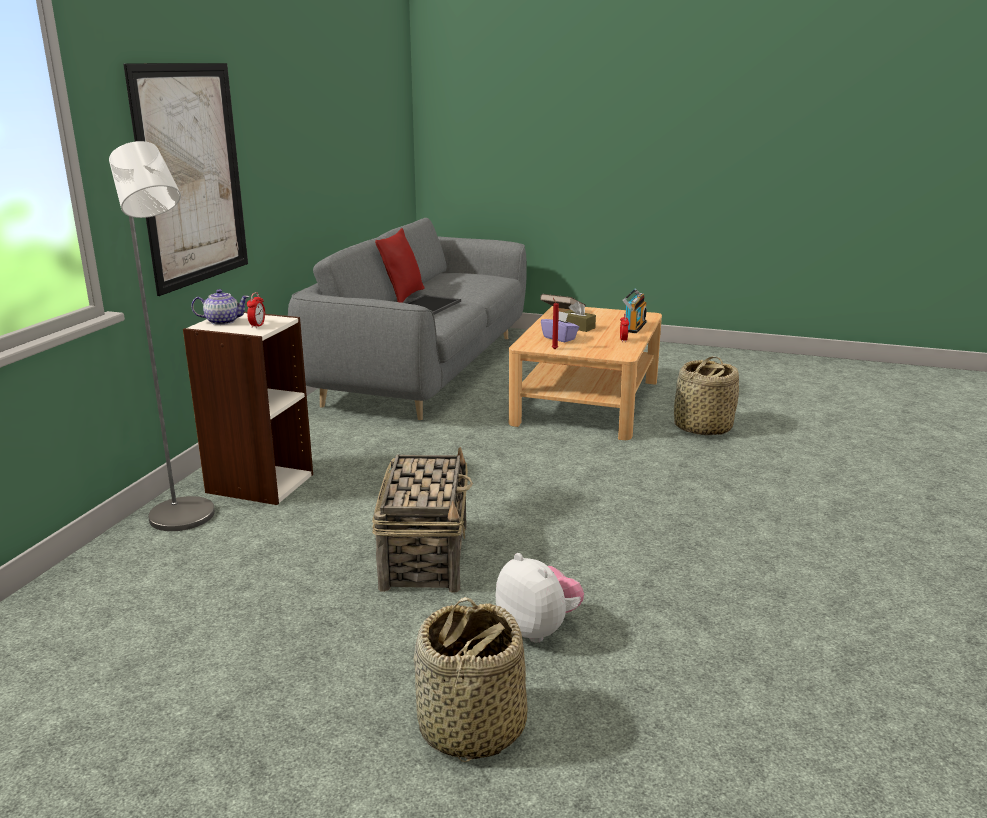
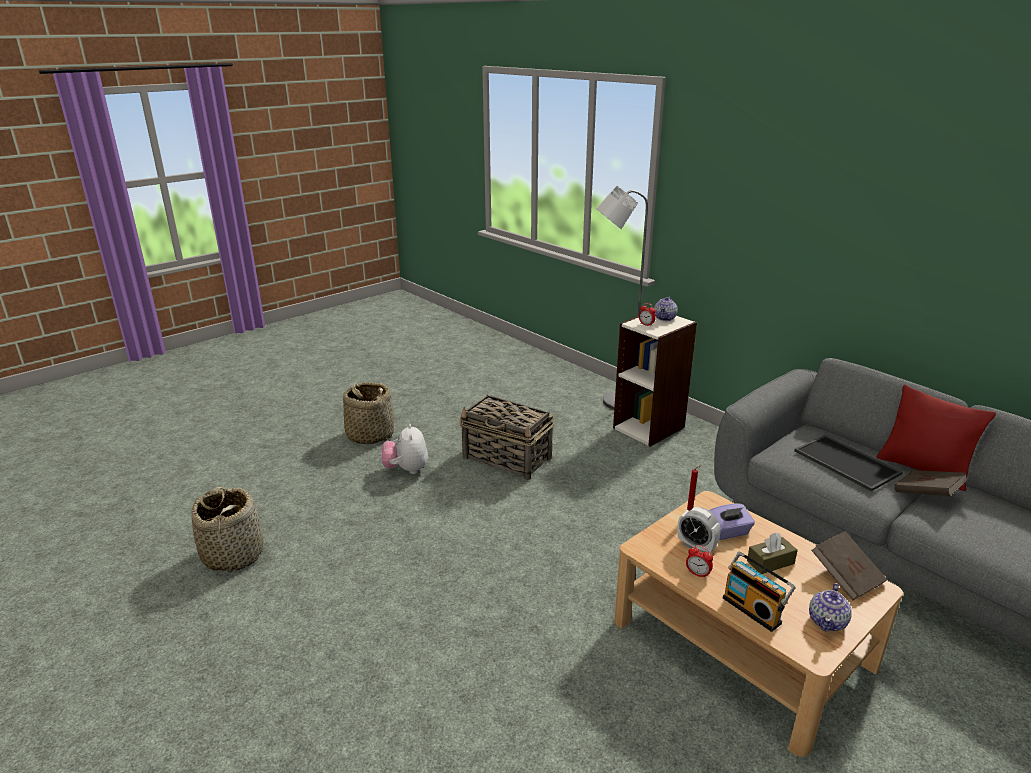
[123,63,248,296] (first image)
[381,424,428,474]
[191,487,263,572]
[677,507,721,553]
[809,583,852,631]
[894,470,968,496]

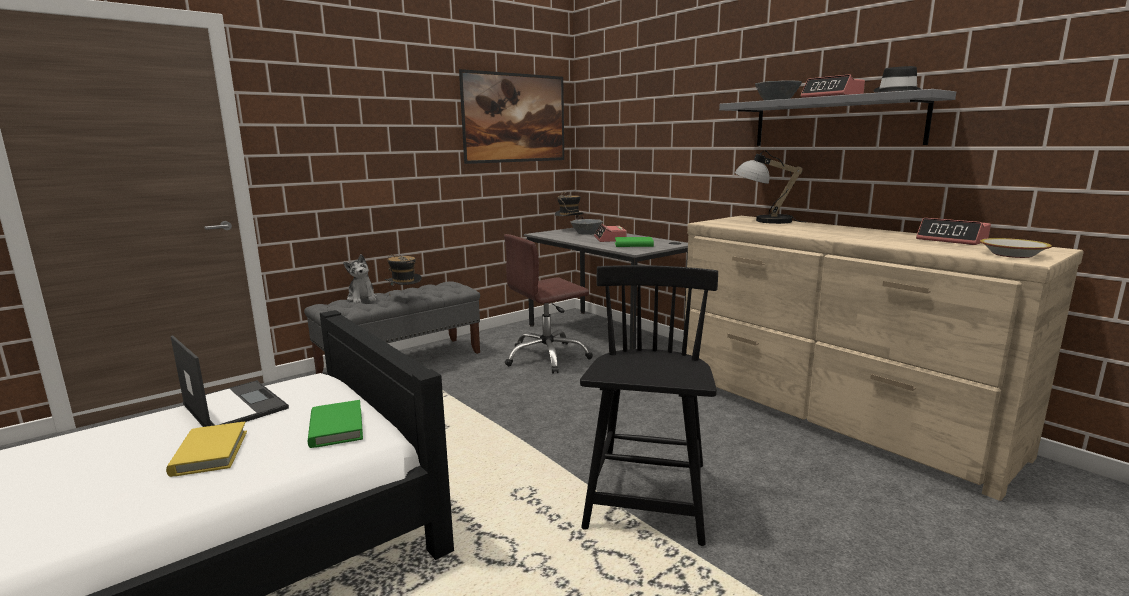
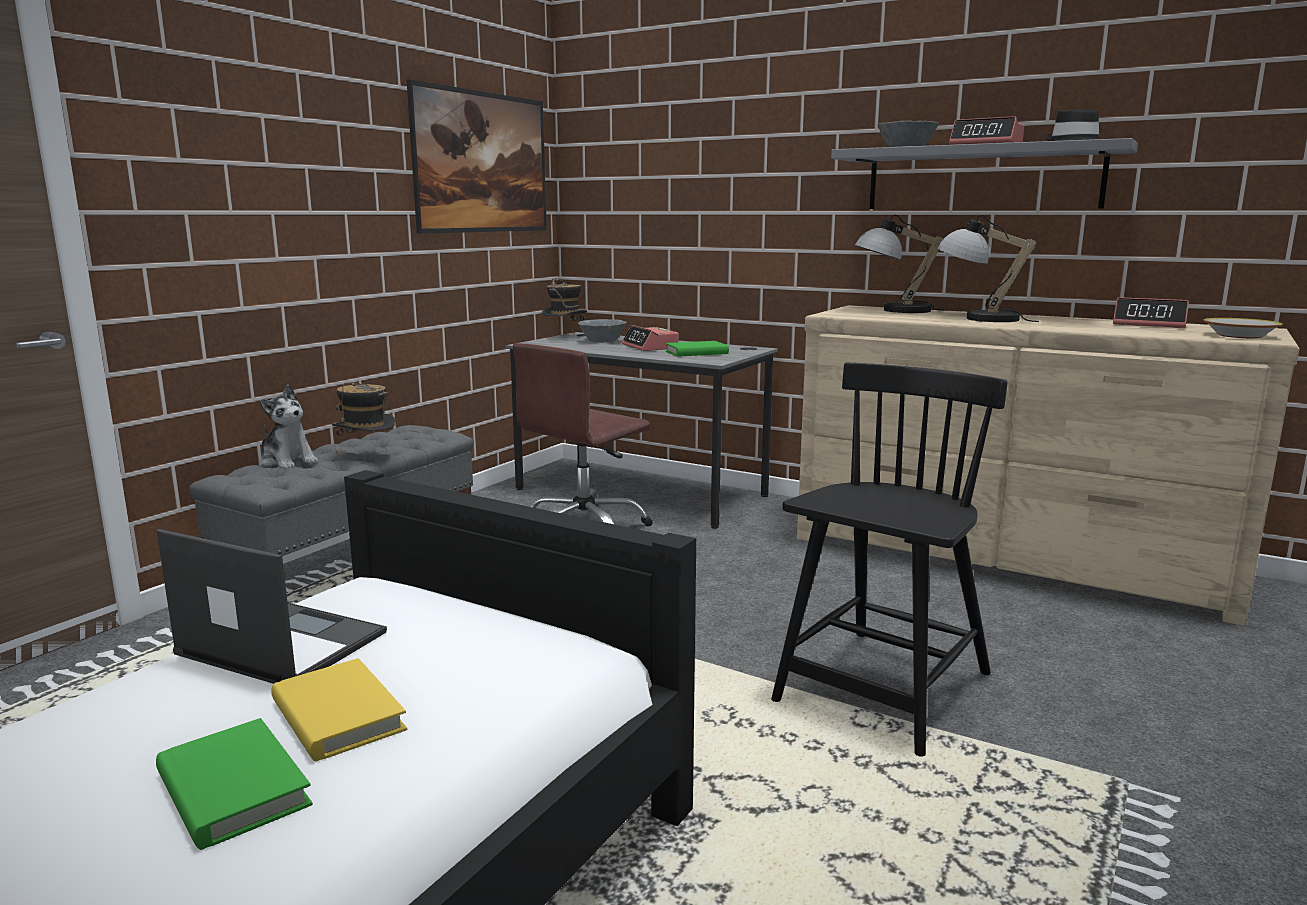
[156,718,313,850]
[771,362,1007,757]
[938,215,1039,322]

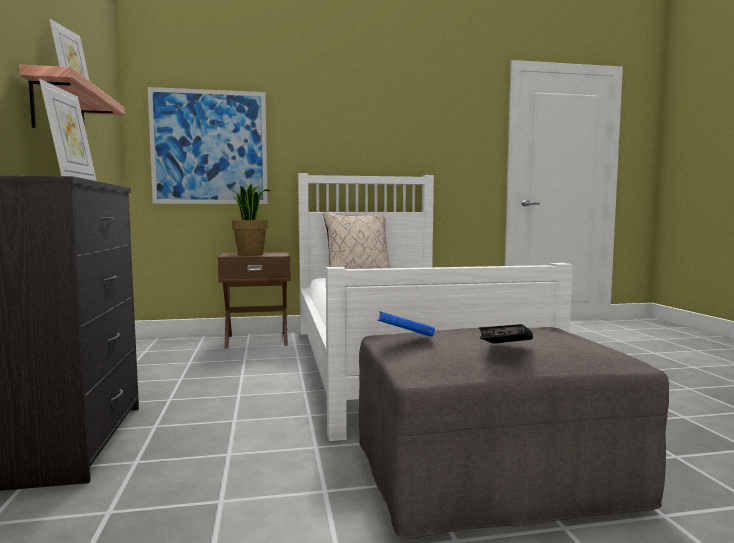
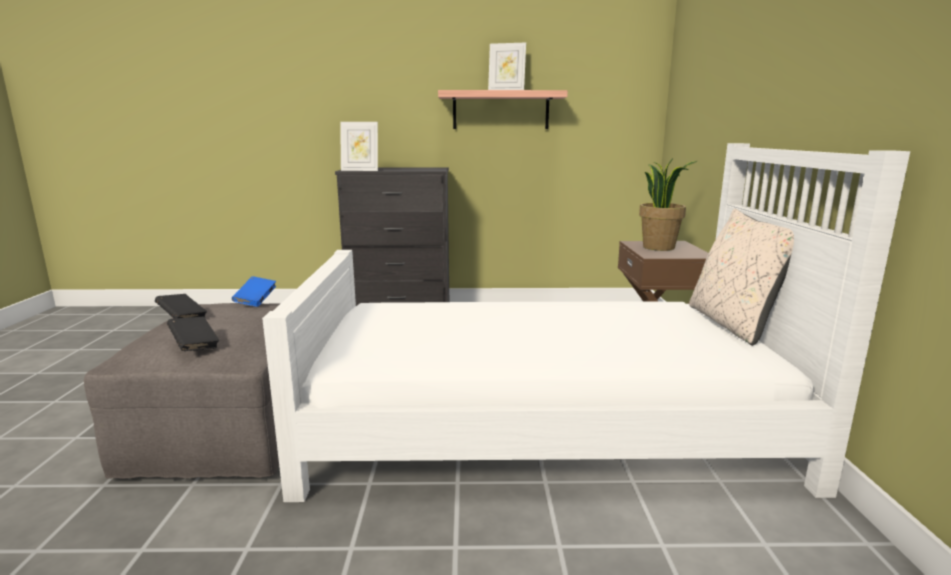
[148,87,268,204] (first image)
[167,317,219,351]

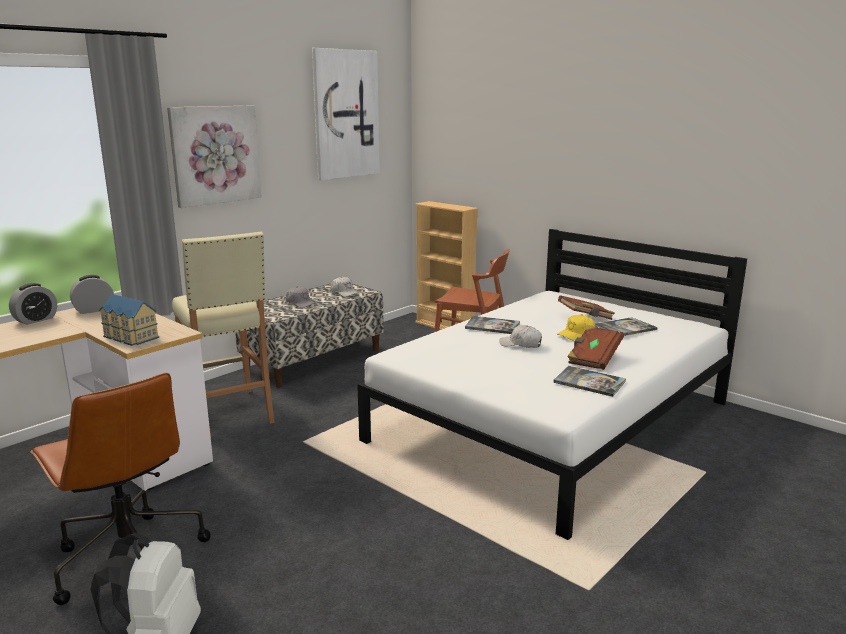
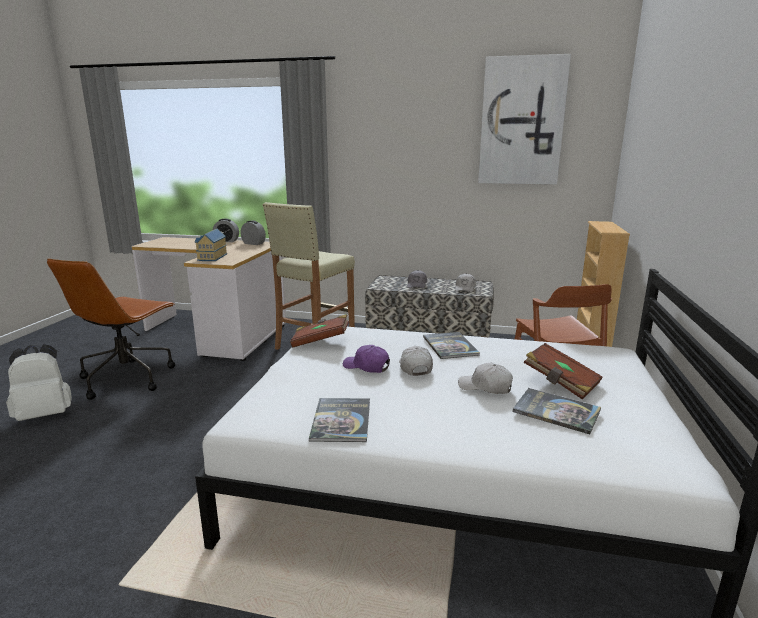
[167,106,262,208] (first image)
[458,363,513,394]
[290,314,349,348]
[343,345,390,373]

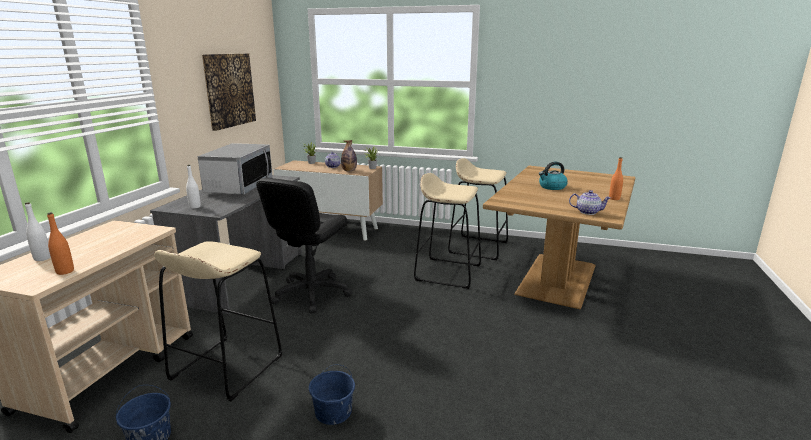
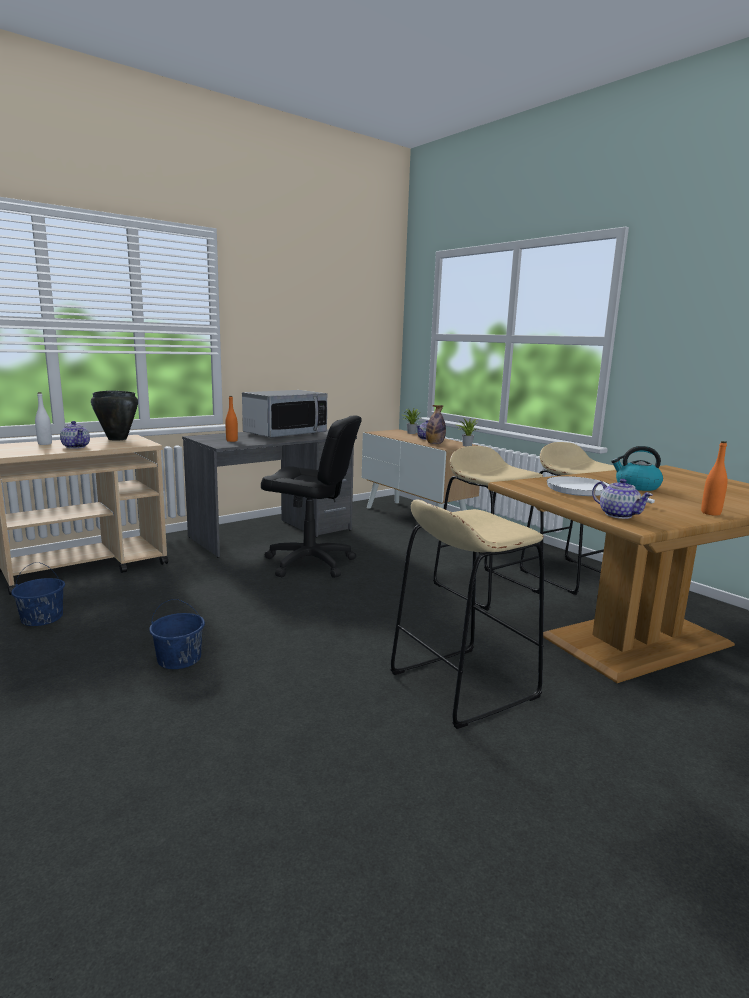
[225,396,238,442]
[391,499,544,729]
[186,165,201,209] (first image)
[202,53,256,131] (first image)
[261,415,362,578]
[60,421,90,449]
[91,390,138,441]
[547,476,655,503]

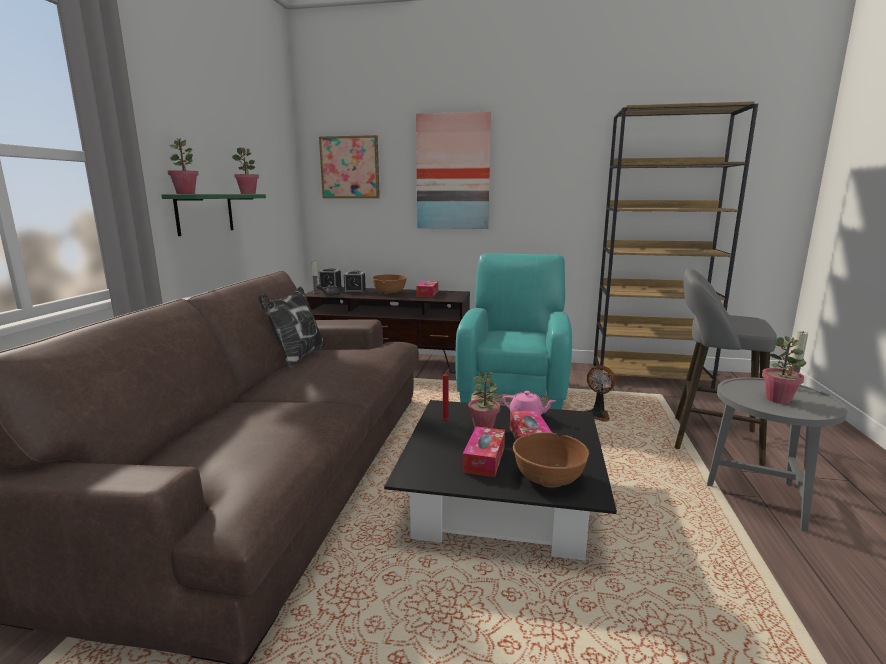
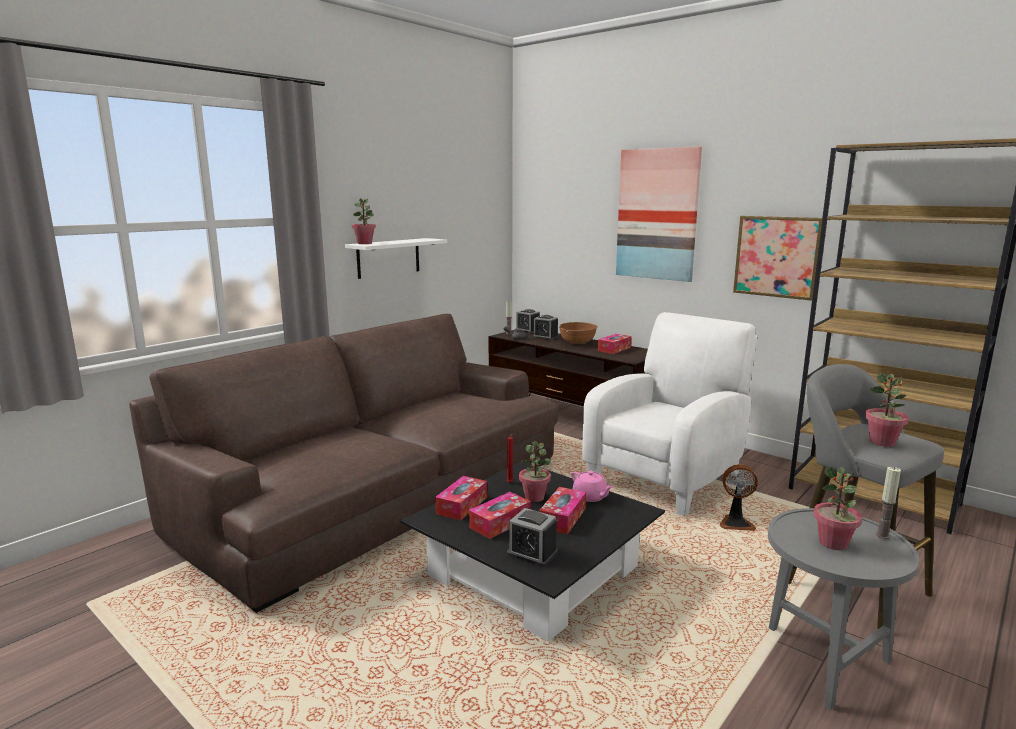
[345,238,447,279]
[865,373,909,447]
[258,286,325,369] (first image)
[733,216,822,301]
[582,312,757,516]
[507,508,558,567]
[720,464,758,531]
[435,476,487,521]

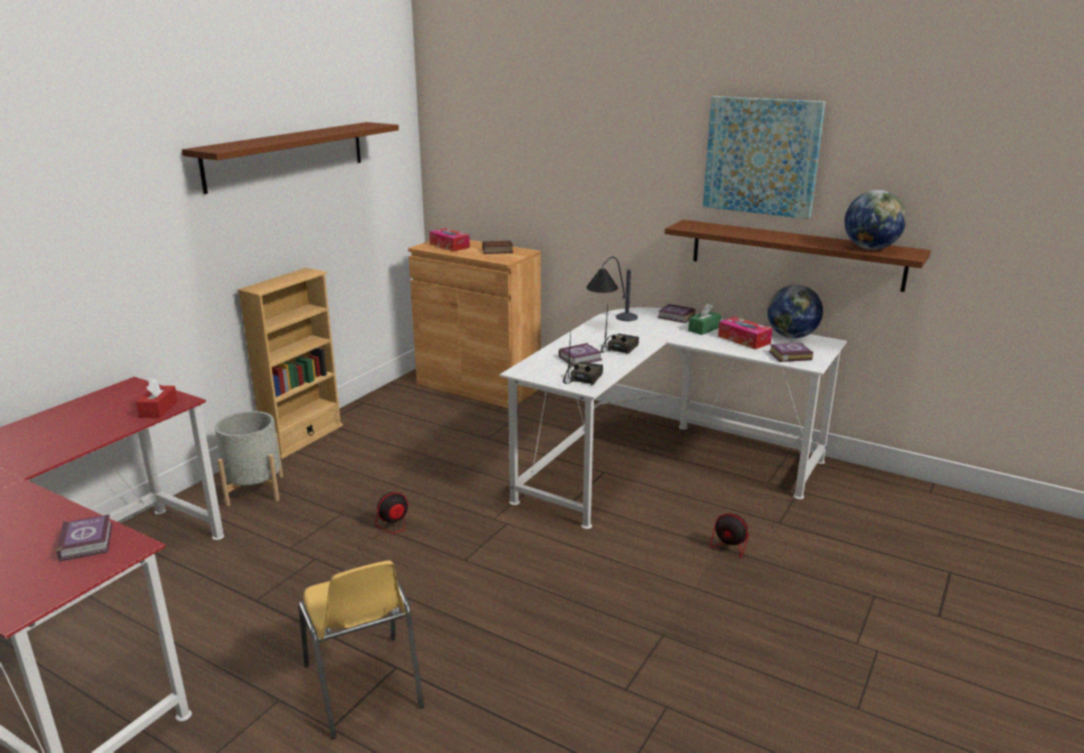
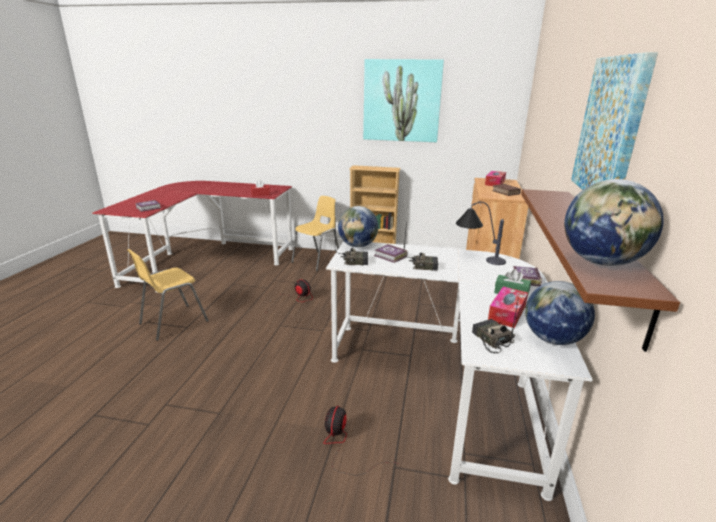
[363,59,444,142]
[291,196,339,271]
[472,298,519,354]
[338,206,378,247]

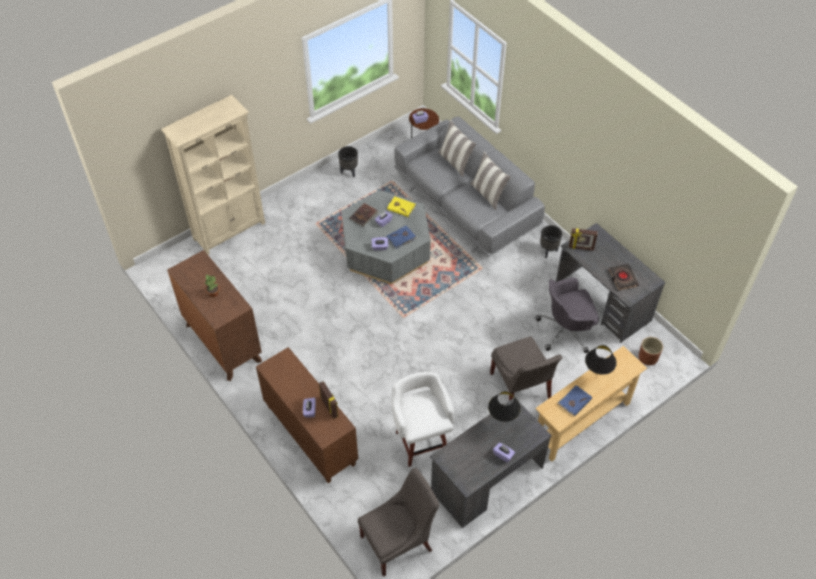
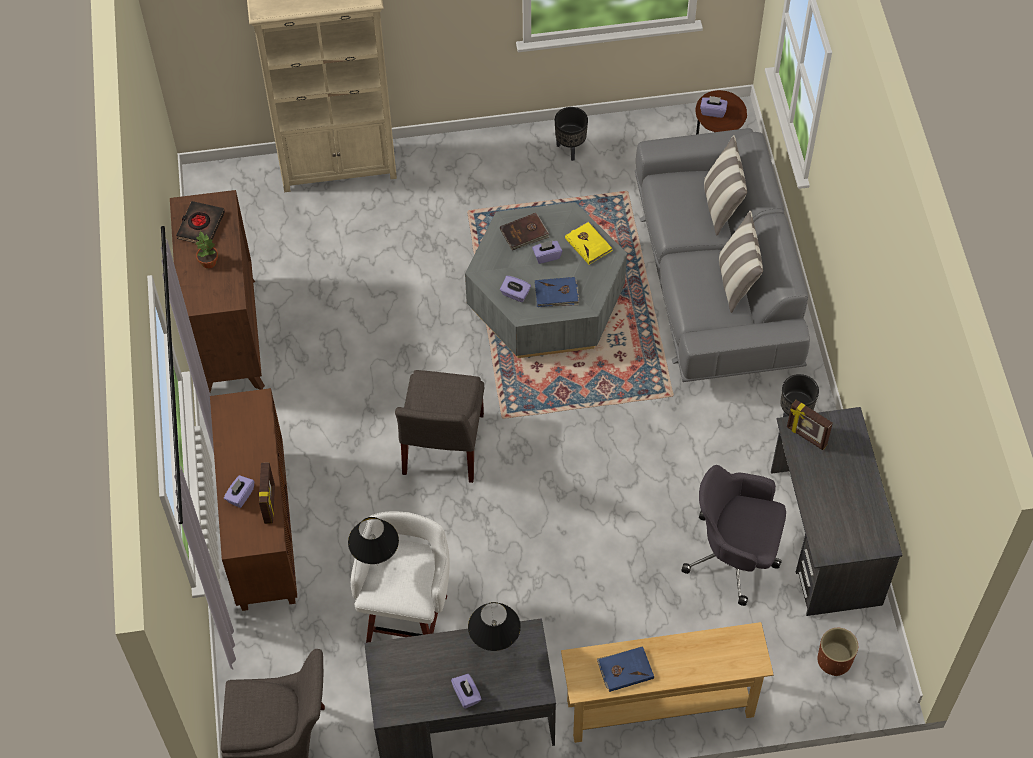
[395,370,484,483]
[348,517,399,564]
[176,201,225,243]

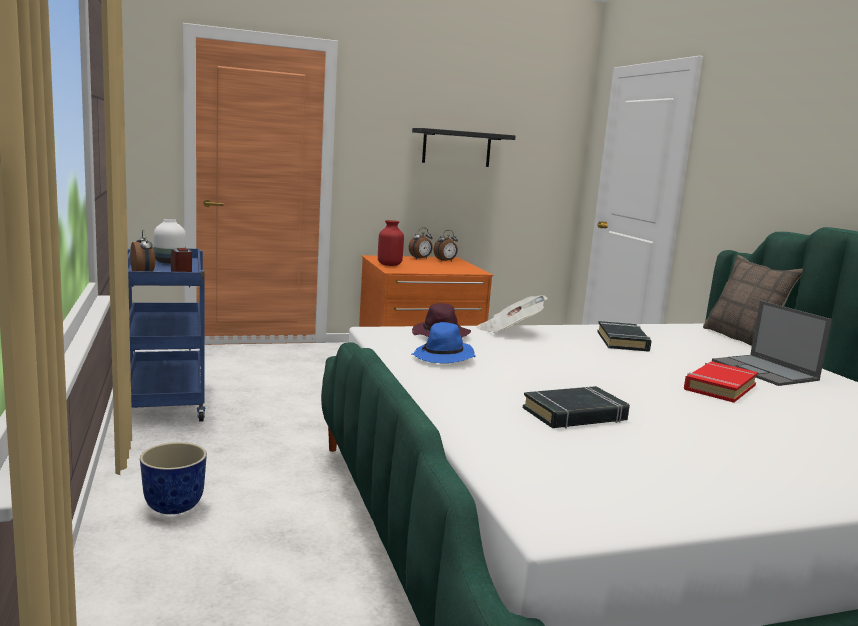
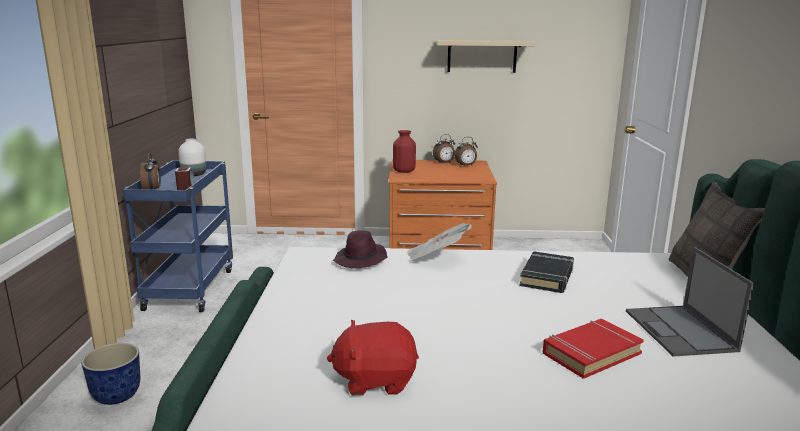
[436,40,535,73]
[412,322,476,363] (first image)
[327,320,419,396]

